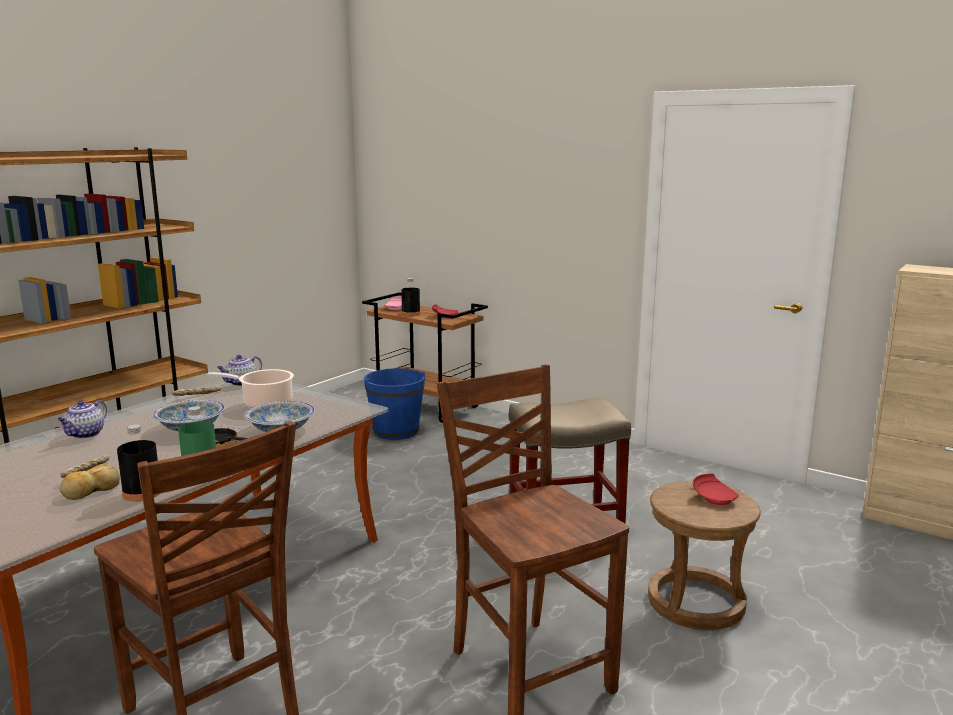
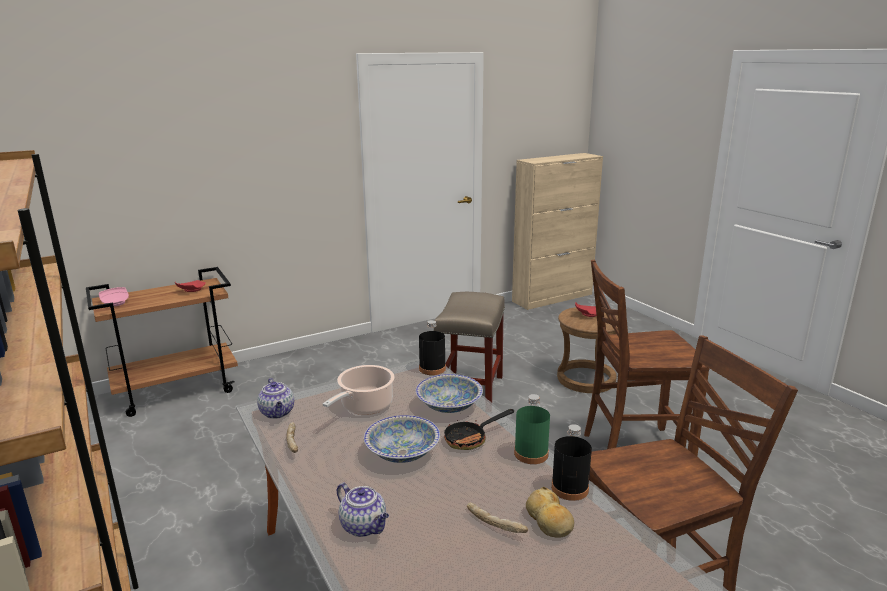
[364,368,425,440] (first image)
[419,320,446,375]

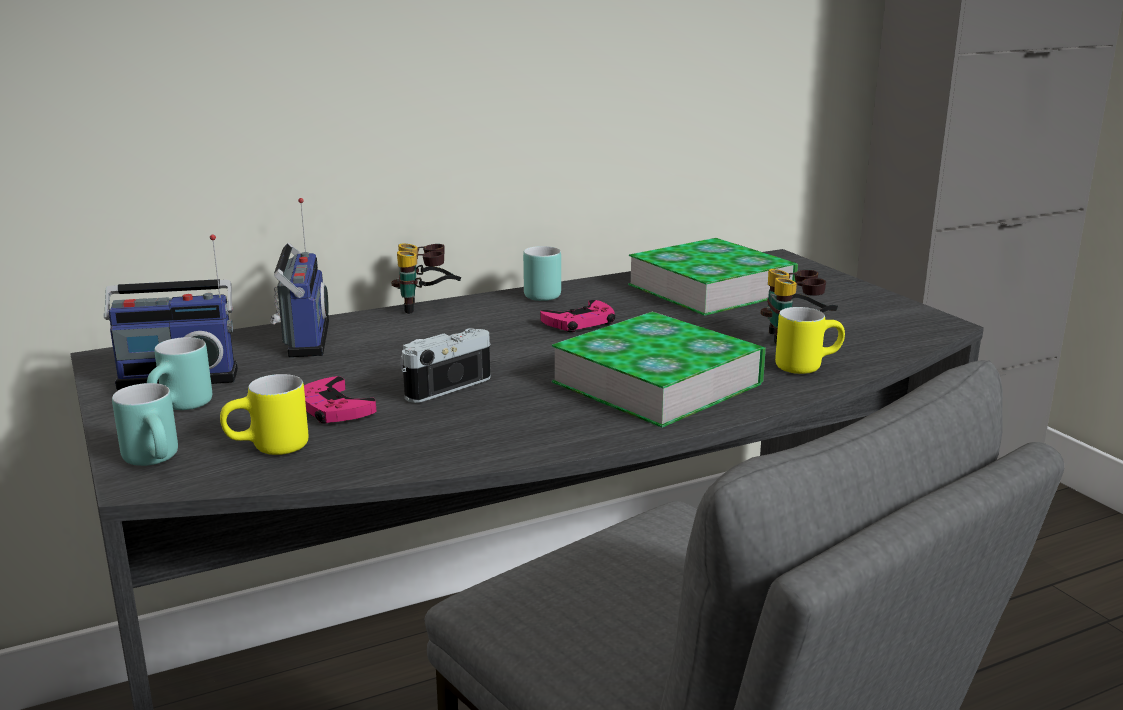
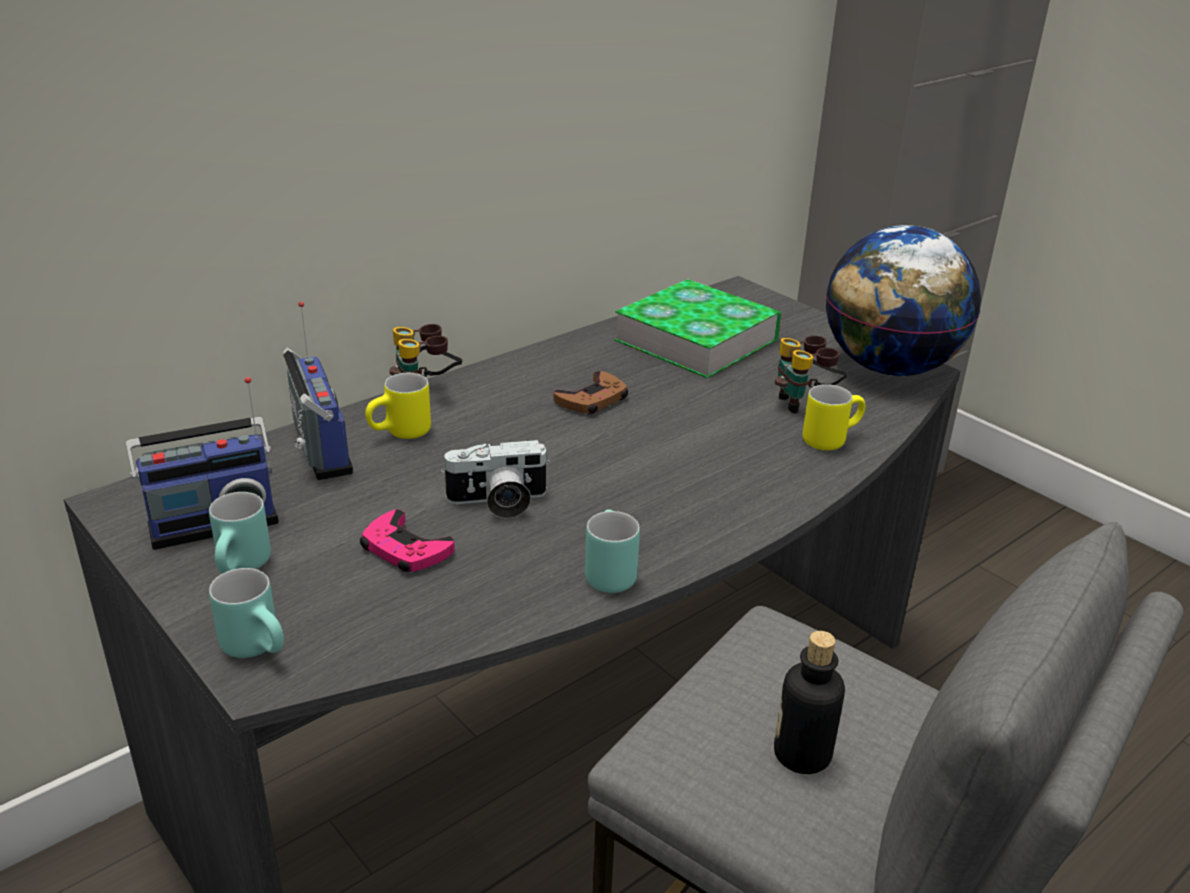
[365,373,431,439]
[441,440,550,519]
[585,510,640,593]
[554,371,628,415]
[551,312,766,428] (first image)
[774,631,845,774]
[826,225,981,376]

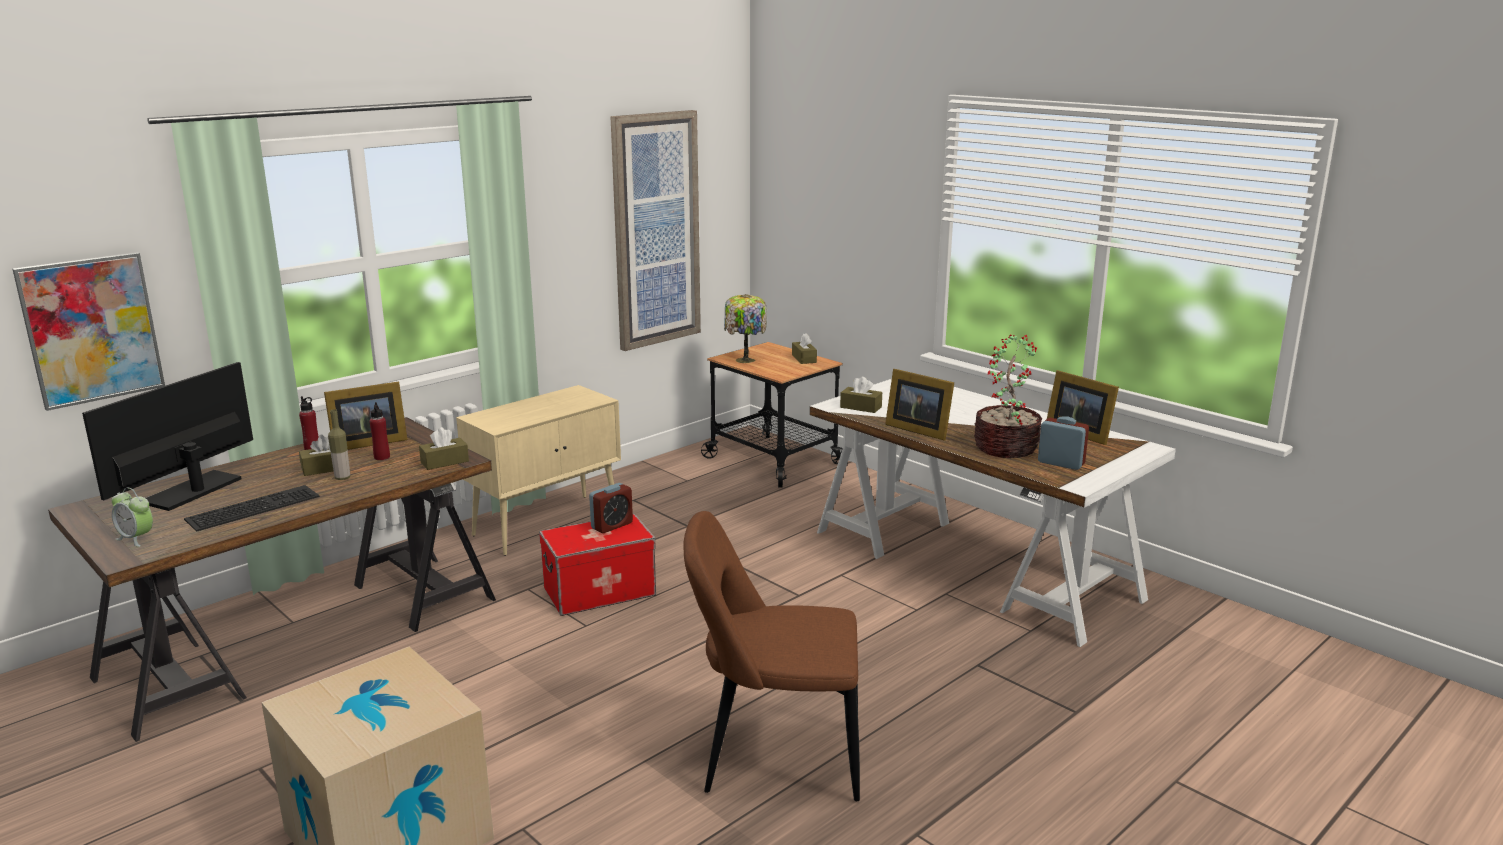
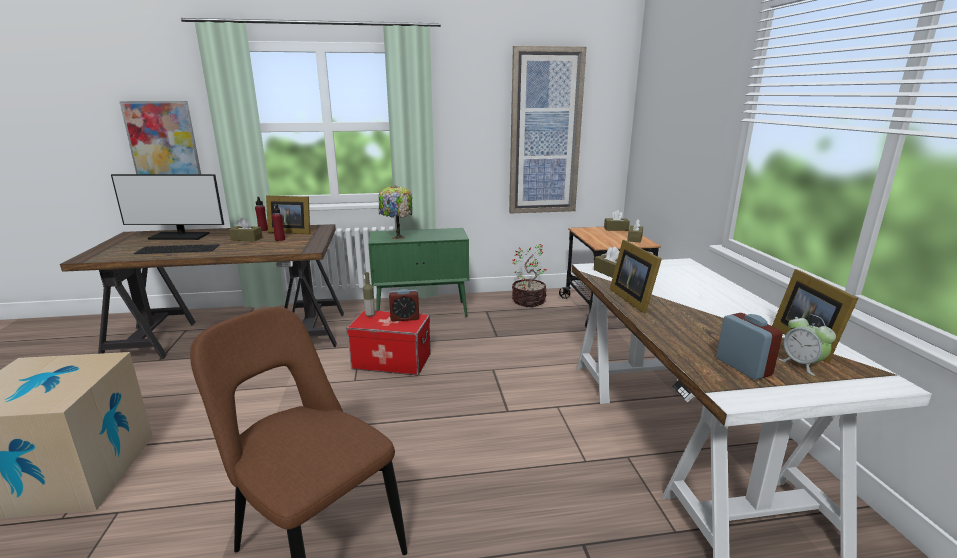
[111,174,224,240]
[779,315,836,376]
[363,272,375,317]
[604,210,630,231]
[368,228,469,317]
[379,185,412,240]
[512,244,547,307]

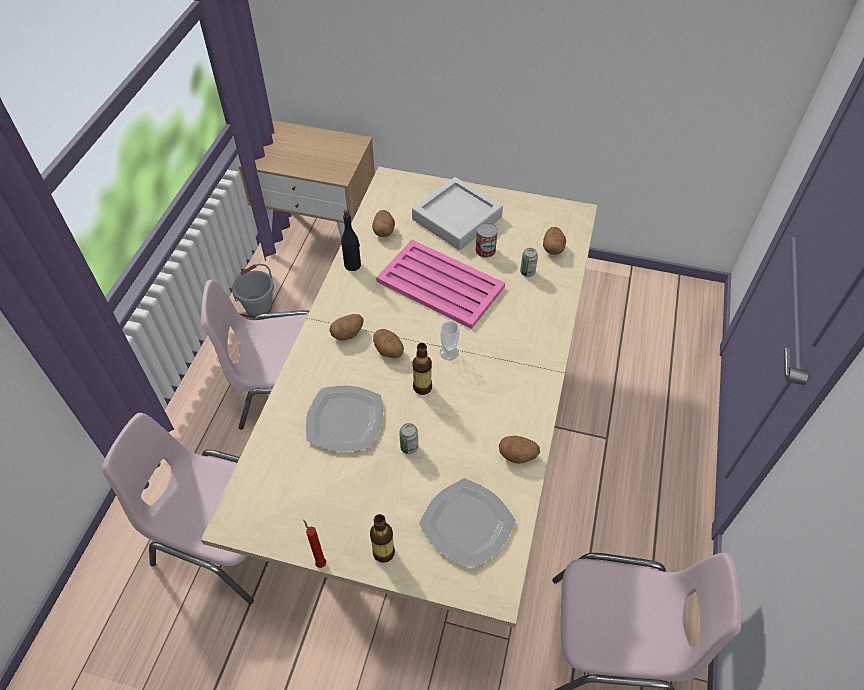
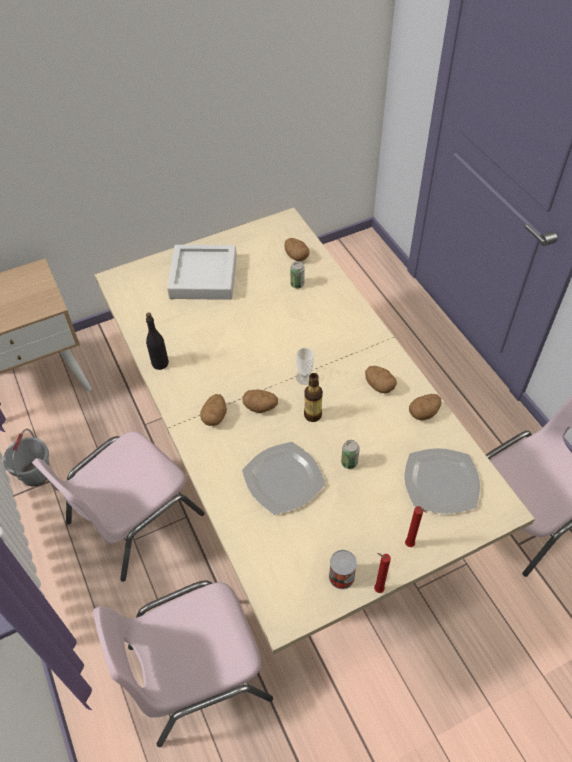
[405,506,427,547]
[365,366,397,393]
[376,240,505,329] (first image)
[329,550,357,589]

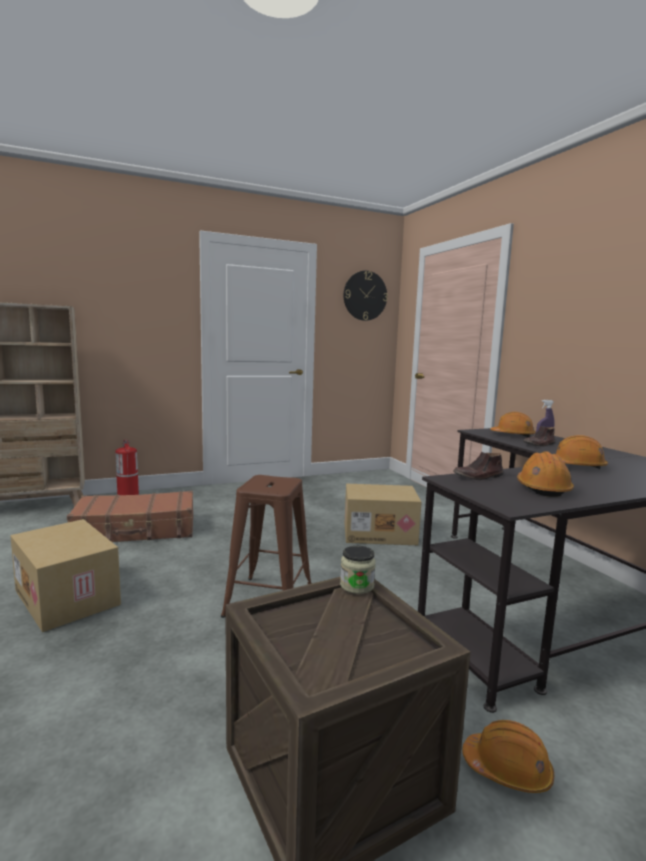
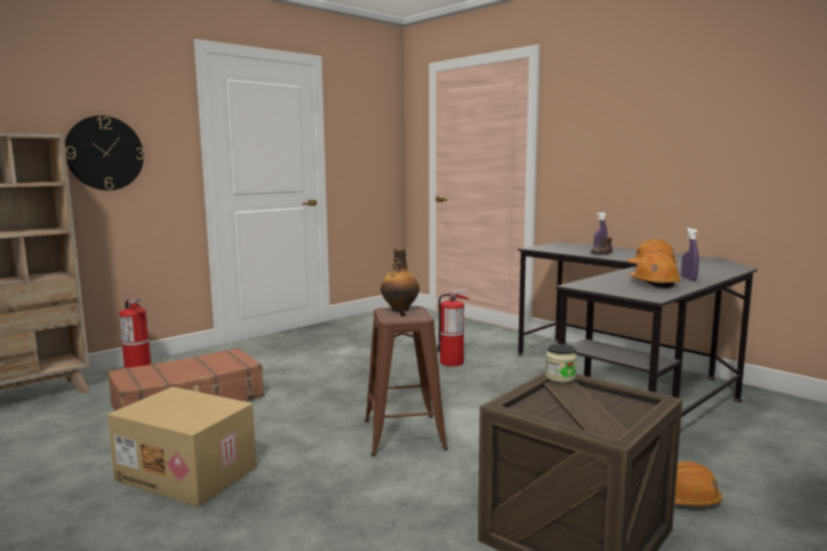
[65,116,144,190]
[437,288,469,366]
[453,452,503,480] (first image)
[490,412,535,438] (first image)
[381,247,420,312]
[681,228,699,280]

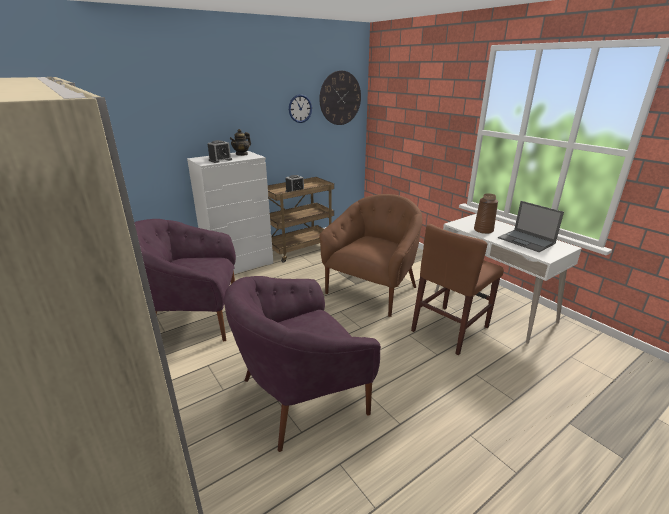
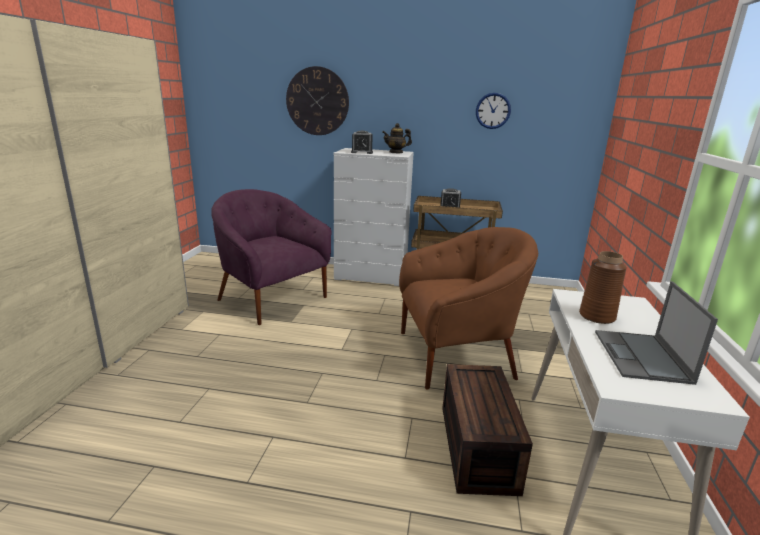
[224,276,381,452] (first image)
[286,66,349,135]
[442,364,533,496]

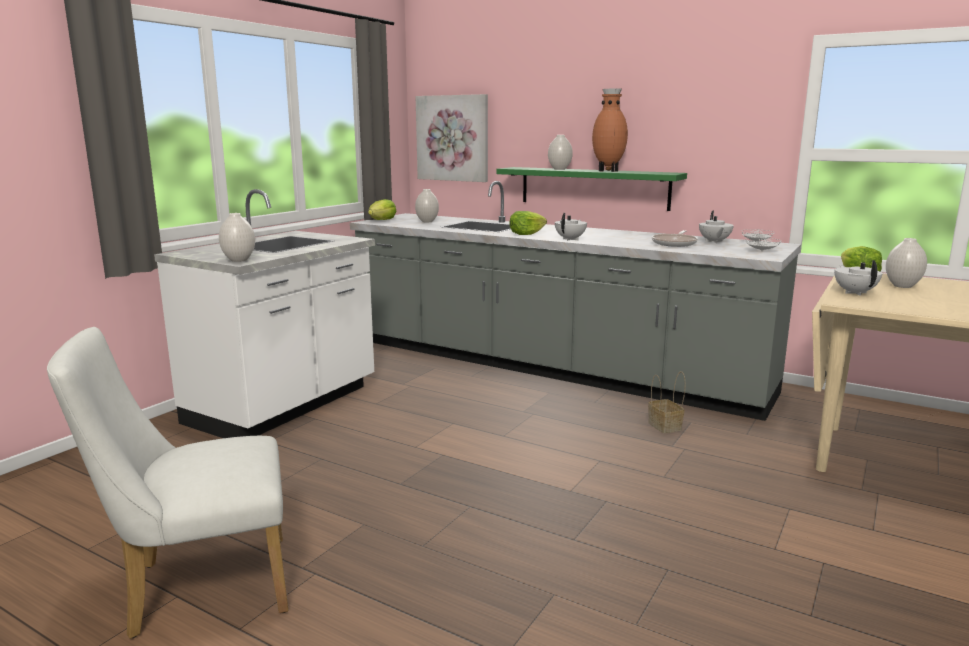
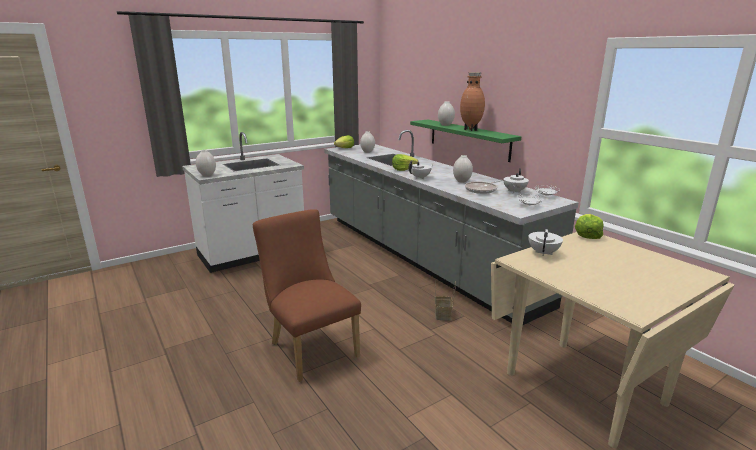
[47,327,288,639] (first image)
[416,94,488,182] (first image)
[453,155,473,183]
[253,209,361,382]

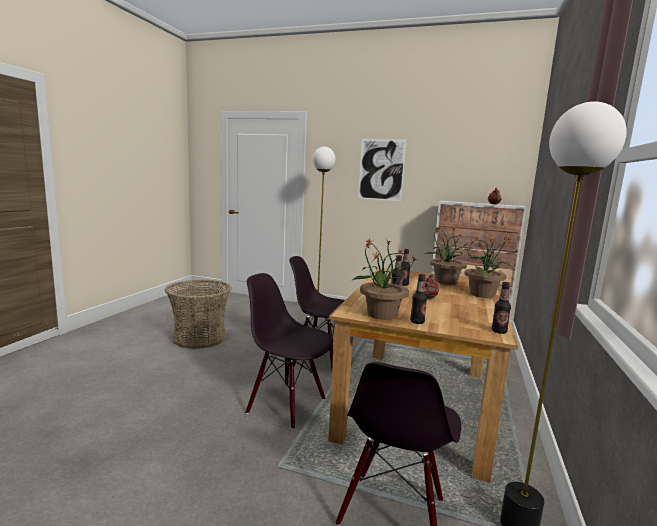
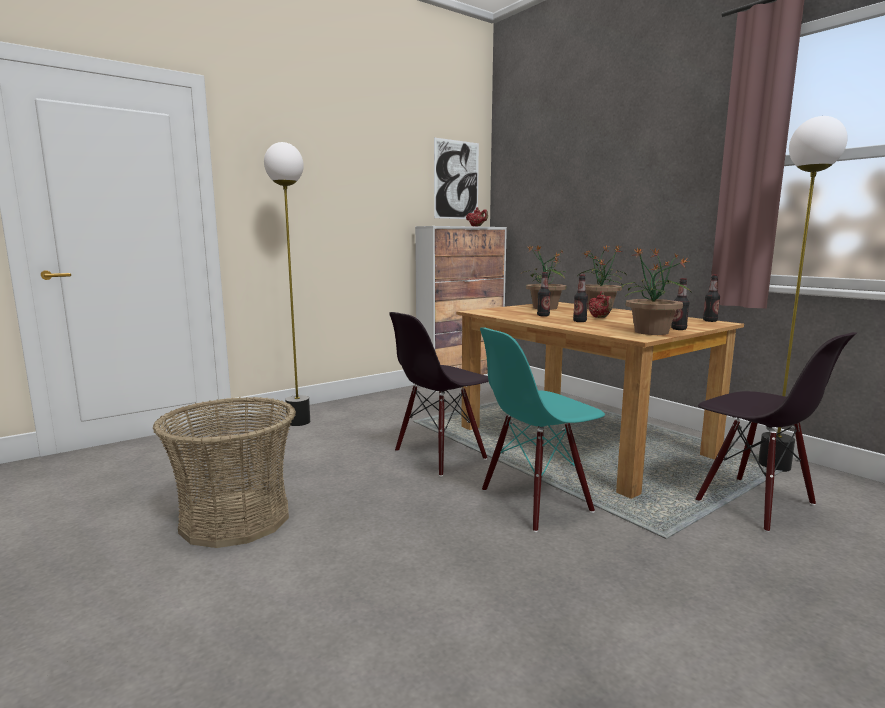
[480,328,605,532]
[434,137,479,219]

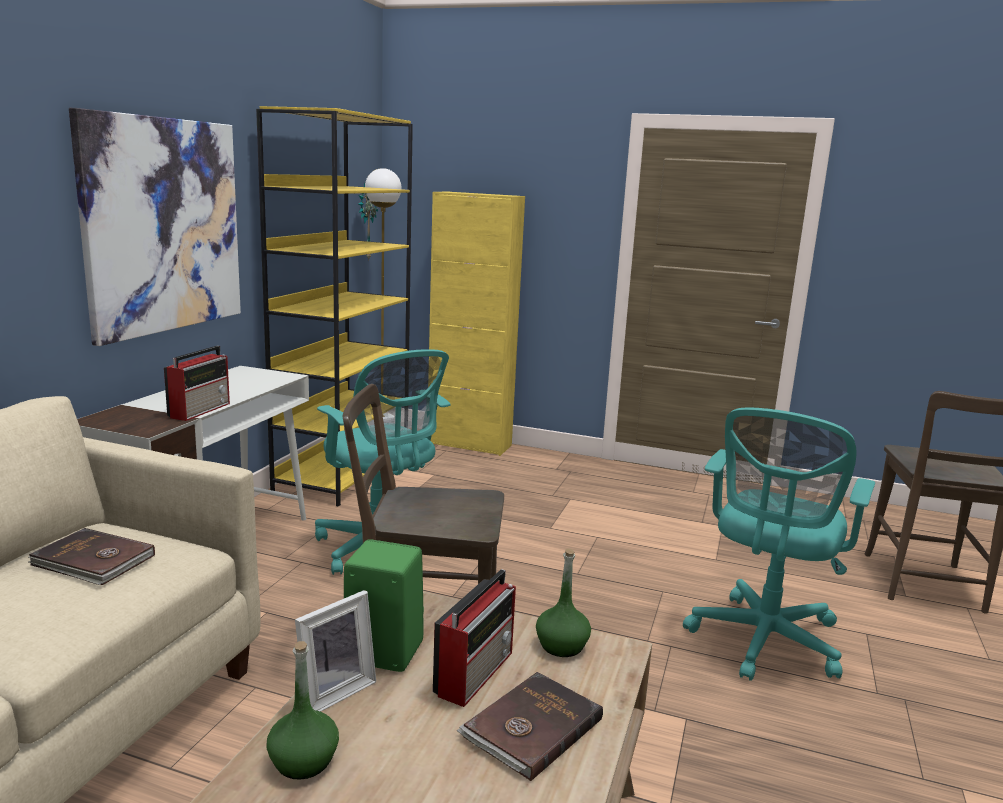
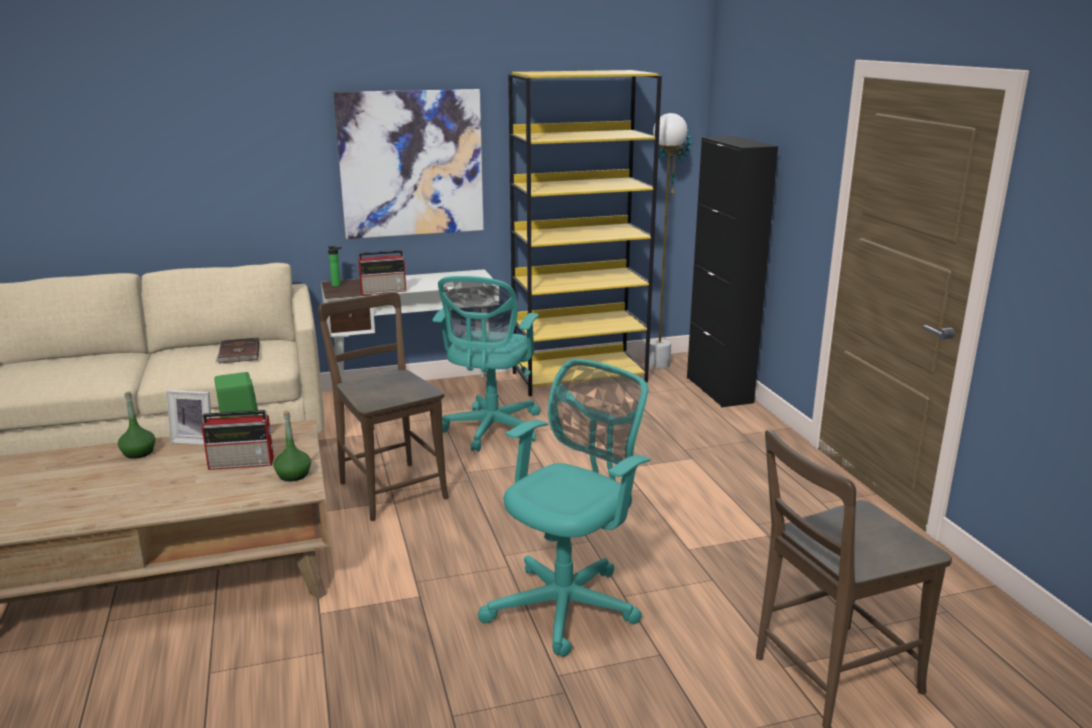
[687,136,778,407]
[457,672,603,781] (first image)
[478,359,651,657]
[328,246,342,287]

